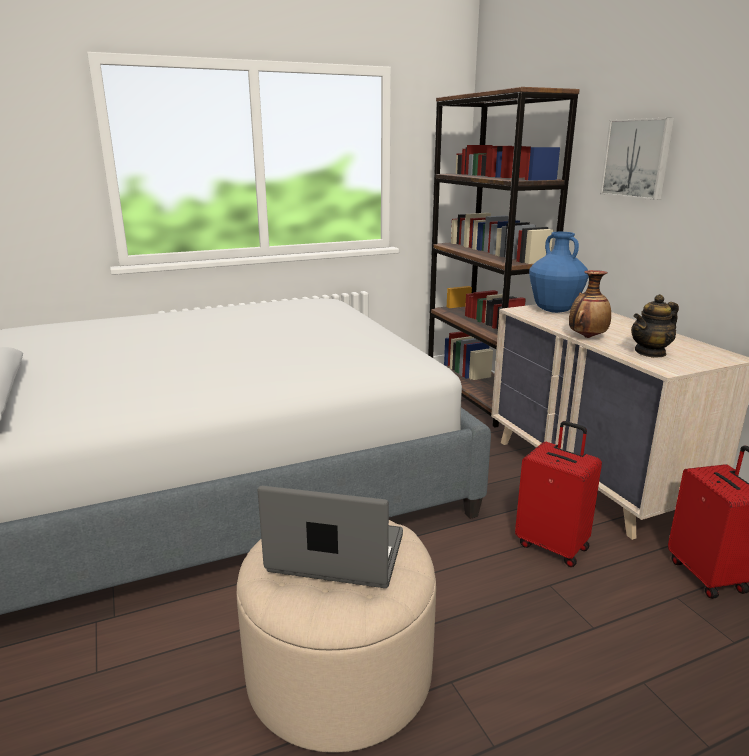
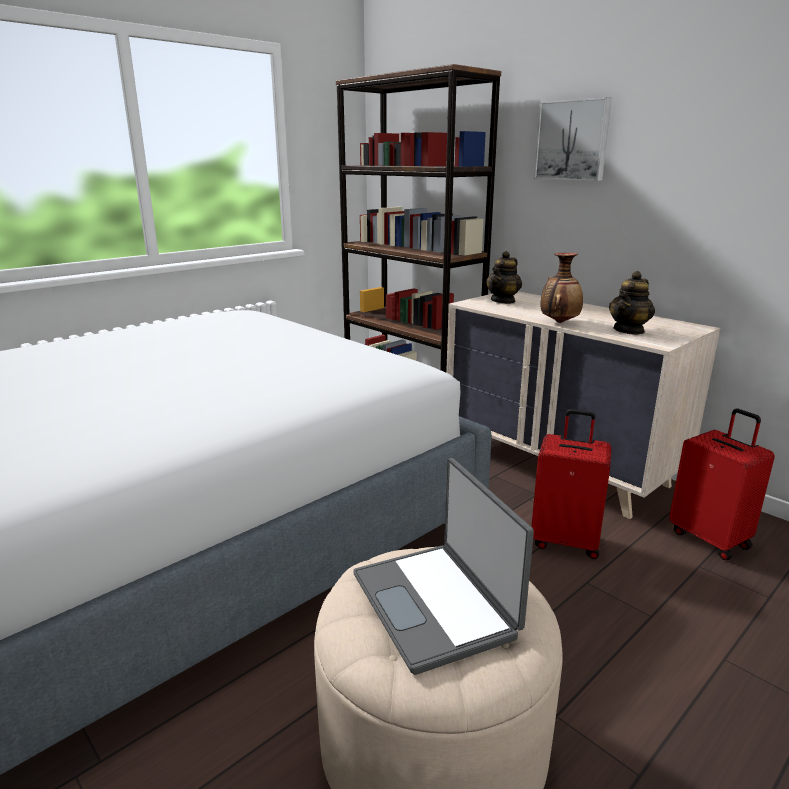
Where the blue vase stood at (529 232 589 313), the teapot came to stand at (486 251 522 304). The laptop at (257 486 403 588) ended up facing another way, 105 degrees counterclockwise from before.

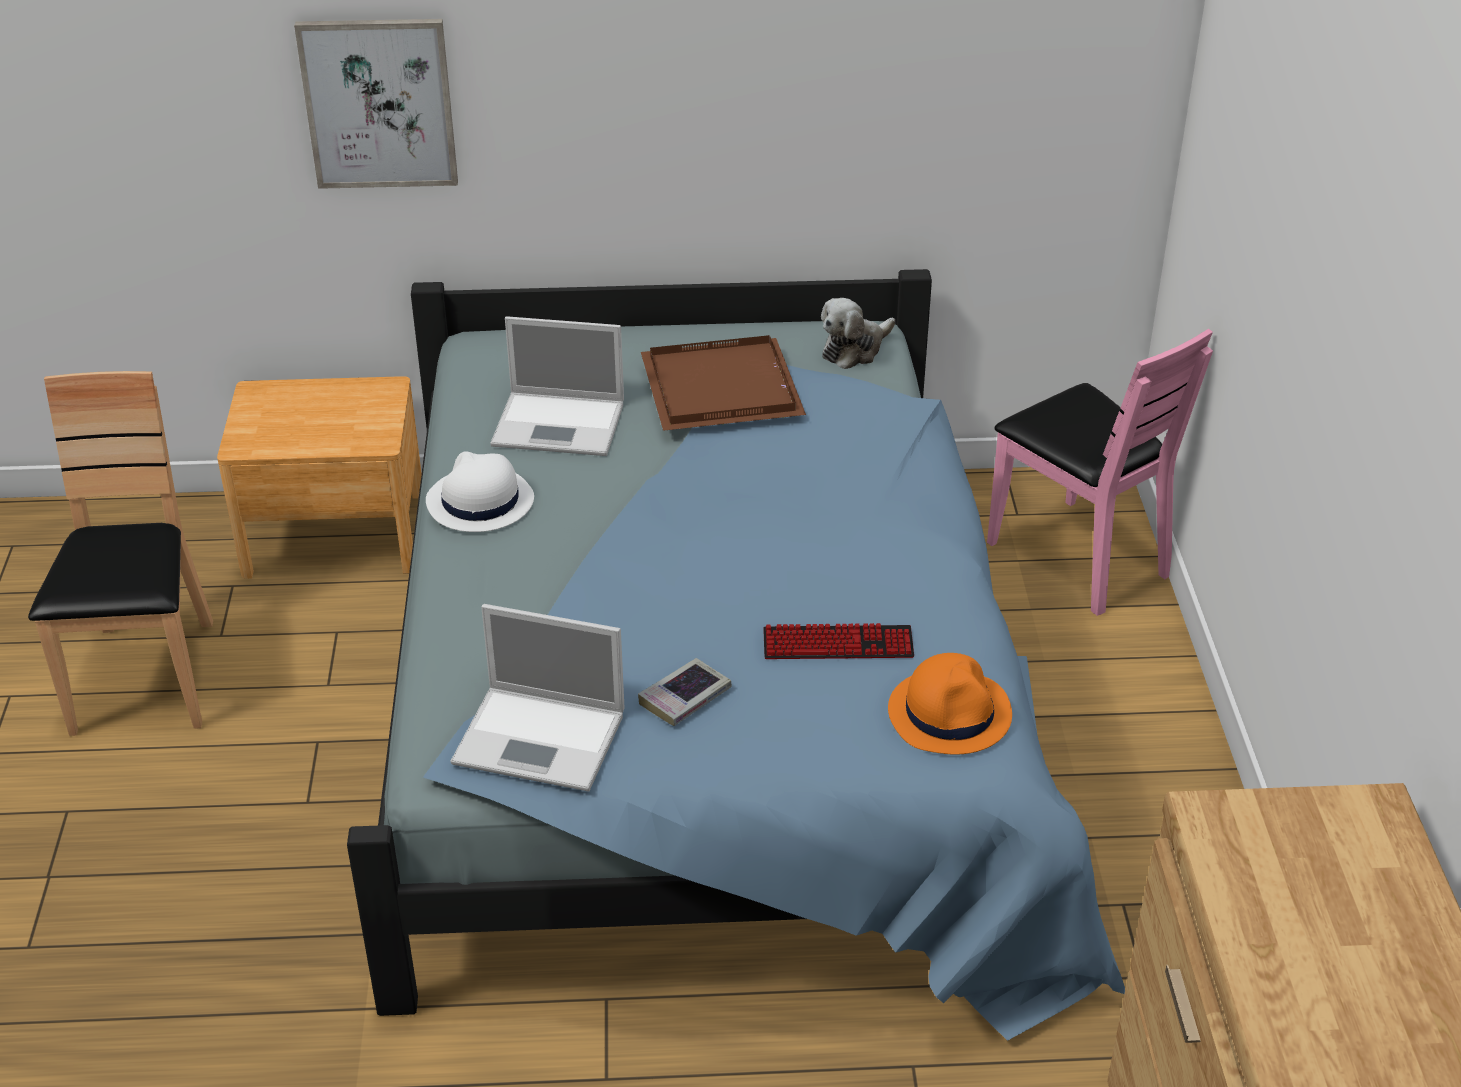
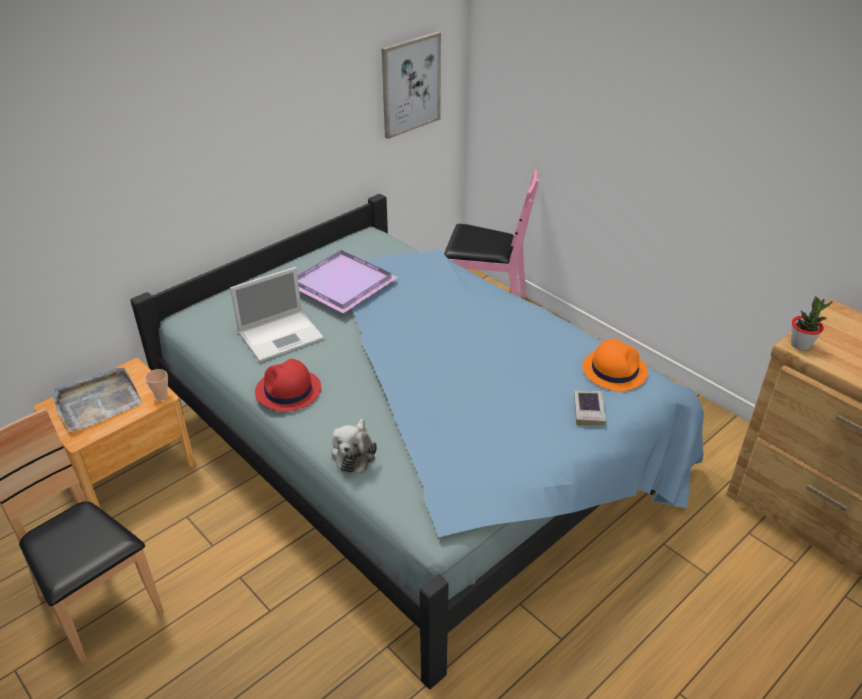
The second view lost the laptop at (451 604 625 792). The second view lost the keyboard at (763 623 914 659). The second view gained the grey tray at (52 368 142 431). The second view gained the cup at (145 369 168 401). The second view gained the potted plant at (791 296 833 350). The picture ended up elsewhere, having gone from (294 19 458 189) to (381 31 441 139). The book ended up elsewhere, having gone from (638 658 732 726) to (574 390 606 425). The plush toy ended up elsewhere, having gone from (821 298 895 369) to (331 418 377 473). What was the white hat at (426 451 534 532) turned into the red hat at (255 359 321 412). What was the brown tray at (641 335 806 431) turned into the purple tray at (297 250 398 313).

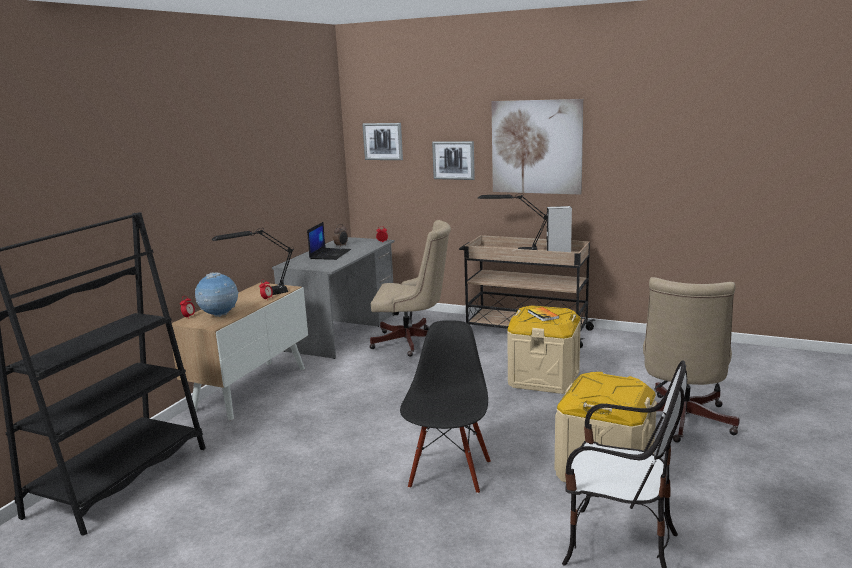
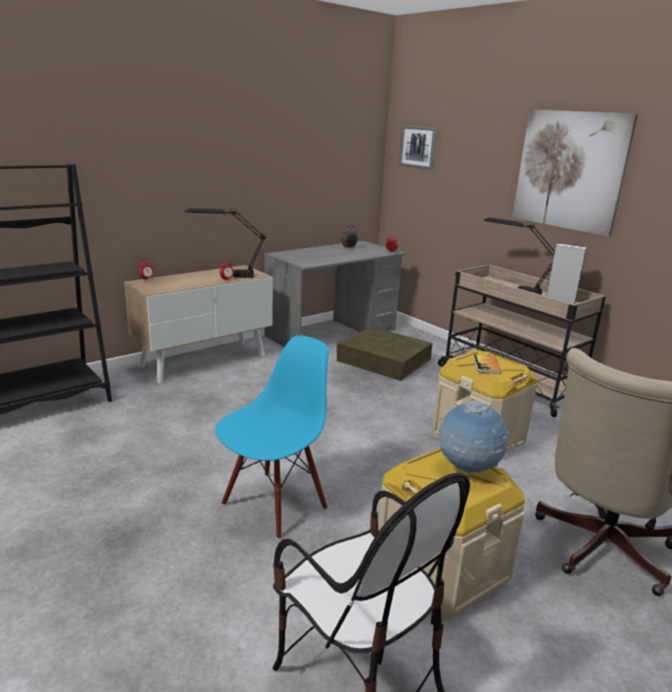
The second view lost the laptop at (307 222 351 260). The second view lost the picture at (432 141 475 180). The globe ended up elsewhere, having gone from (195 272 239 317) to (438 400 509 474). Where the beige office chair stood at (370 220 451 357), the brown storage box came to stand at (337 327 433 381). What was the black chair at (400 320 491 494) turned into the blue chair at (215 335 329 539).

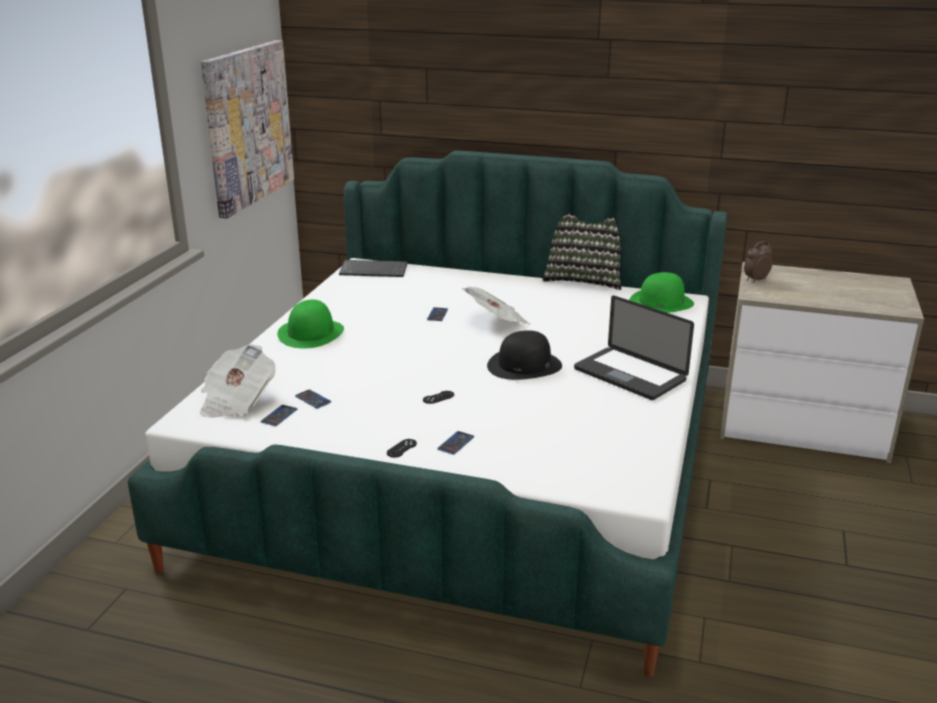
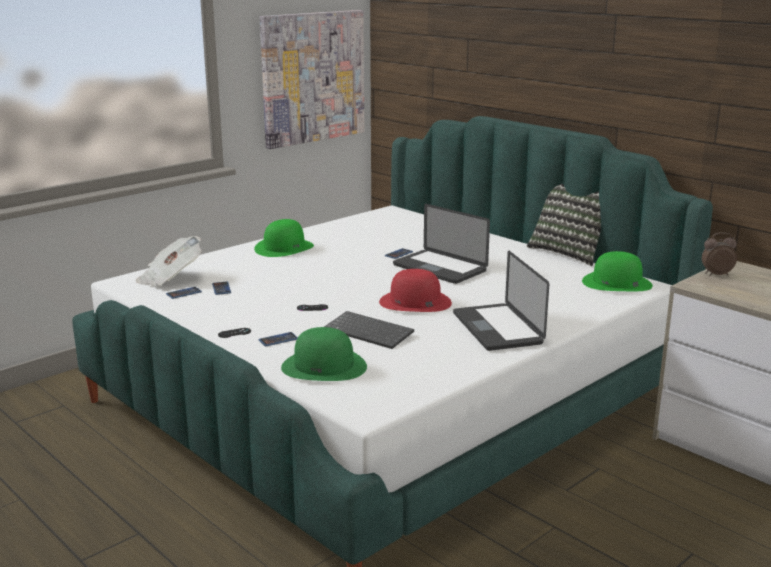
The second view gained the green hat at (281 327 367 381). The keyboard ended up elsewhere, having gone from (339 260 408 277) to (324 311 414 349). Where the newspaper stood at (462 287 530 324), the laptop came to stand at (393 204 490 284). What was the black hat at (487 330 562 380) turned into the red hat at (379 269 452 312).

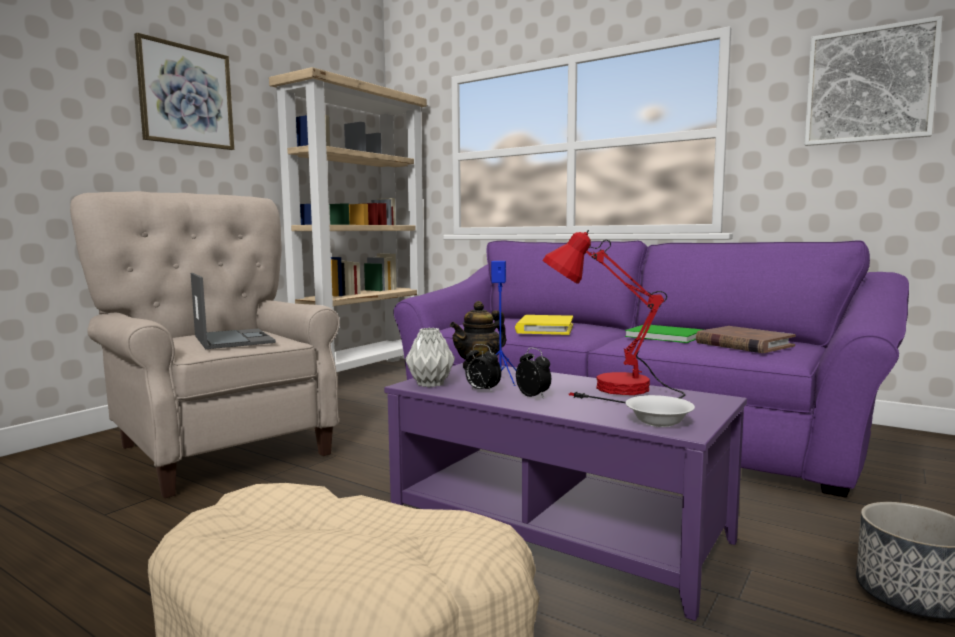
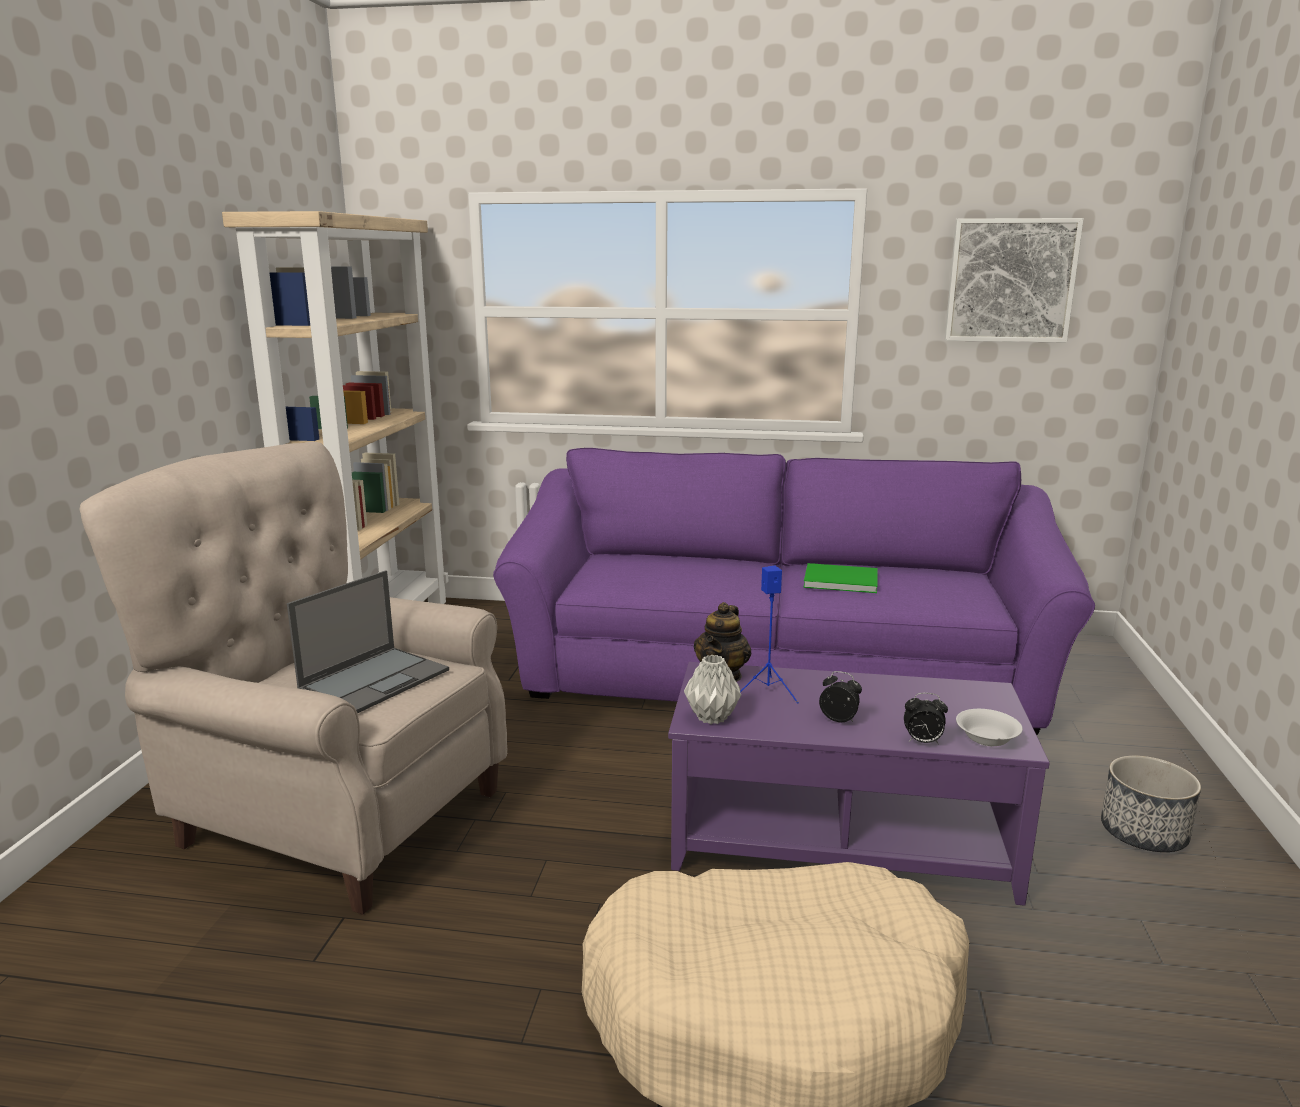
The second view lost the picture at (134 33 234 150). The second view lost the yellow book at (515 315 573 335). The second view lost the red table lamp at (543 230 685 403). The second view lost the brown book at (696 326 796 353). The alarm clock ended up elsewhere, having gone from (465 344 501 393) to (904 693 948 743). The laptop at (191 273 276 349) ended up facing another way, 90 degrees clockwise from before.

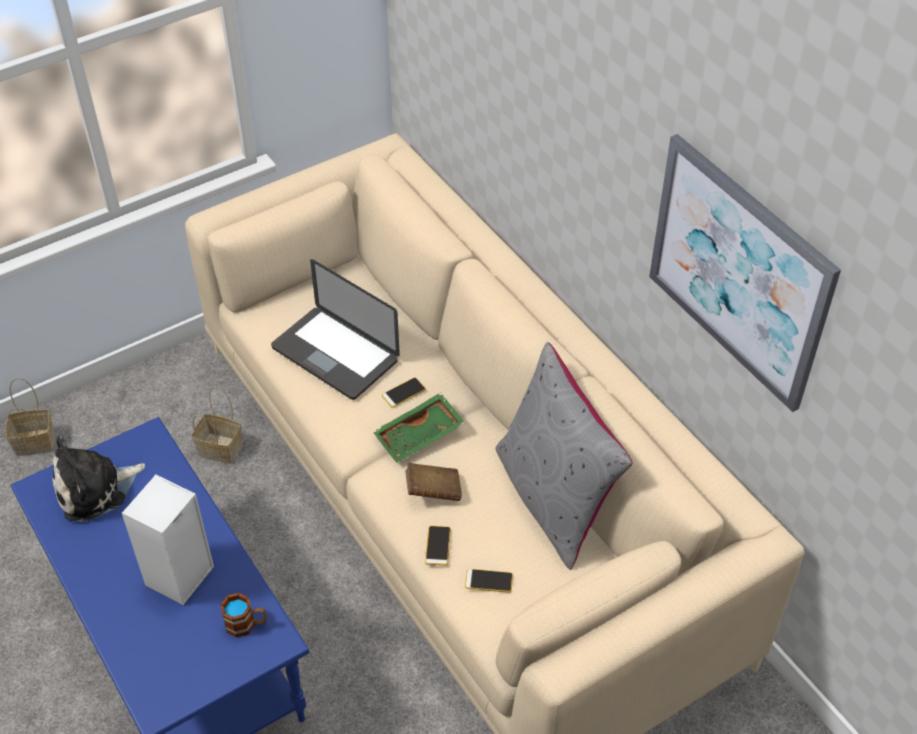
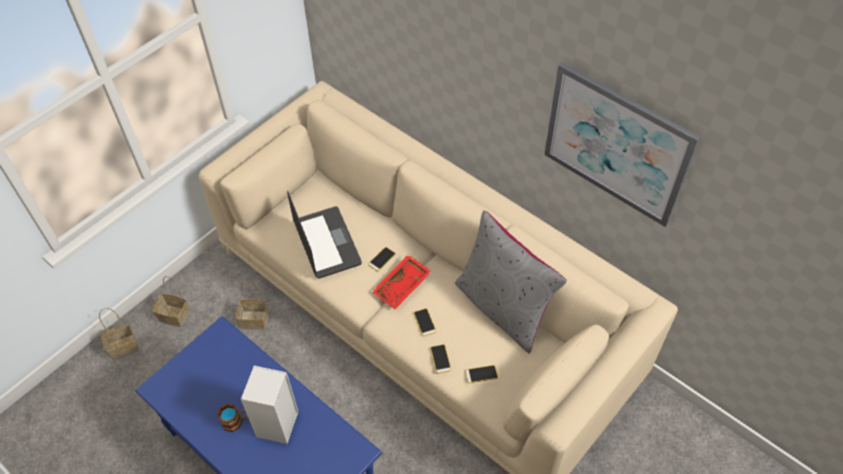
The second view lost the plush toy at (53 436 145 522). The second view gained the basket at (151 276 190 327). The mug ended up elsewhere, having gone from (220 593 267 637) to (217 404 249 432). Where the brown book stood at (405 463 462 501), the phone came to stand at (414 308 436 336). What was the green tray at (373 393 465 463) turned into the red tray at (372 255 432 309). The laptop at (271 259 400 400) ended up facing another way, 135 degrees counterclockwise from before.

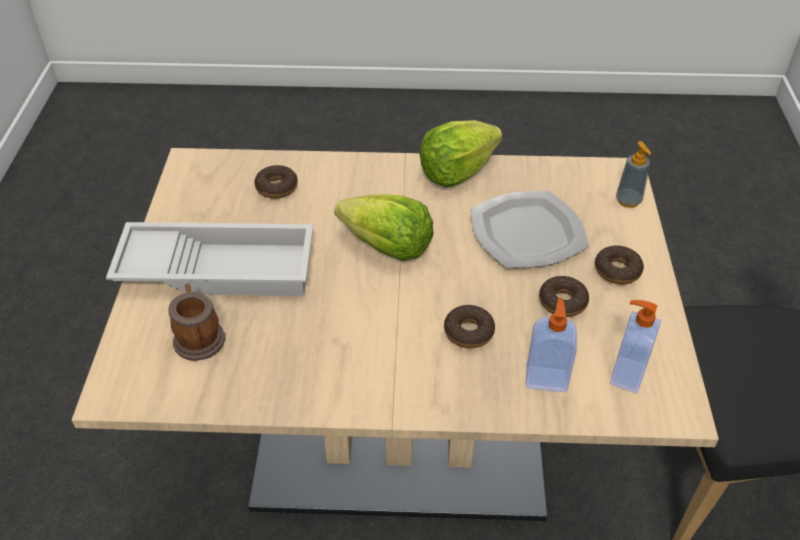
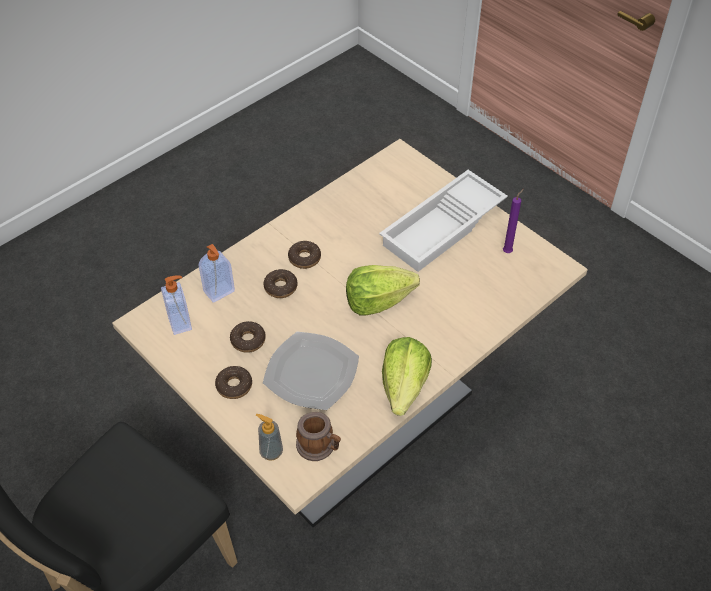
The second view gained the purple candle at (503 189 524 253). The mug ended up elsewhere, having gone from (168 283 225 361) to (296 412 341 461). The donut ended up elsewhere, having gone from (254 165 298 198) to (288 241 321 269).

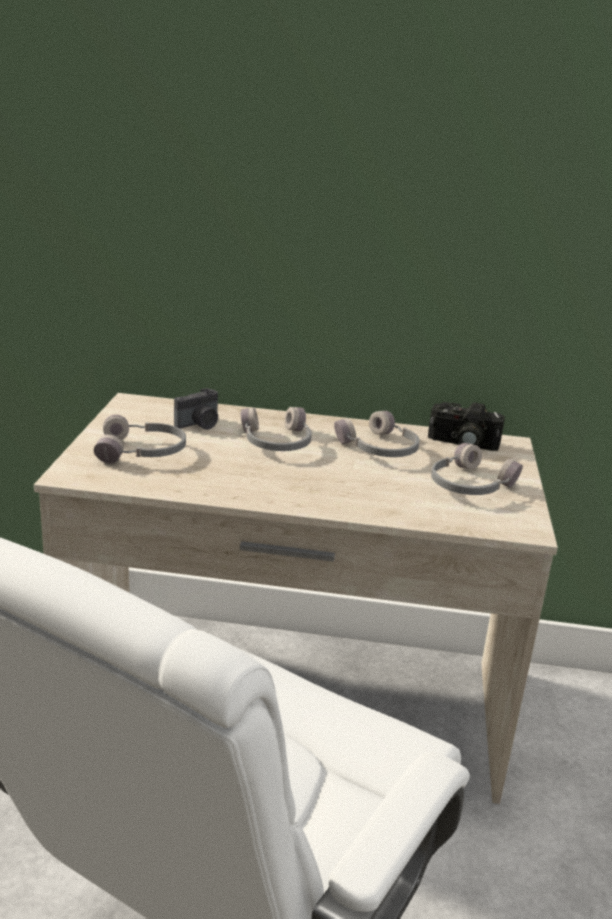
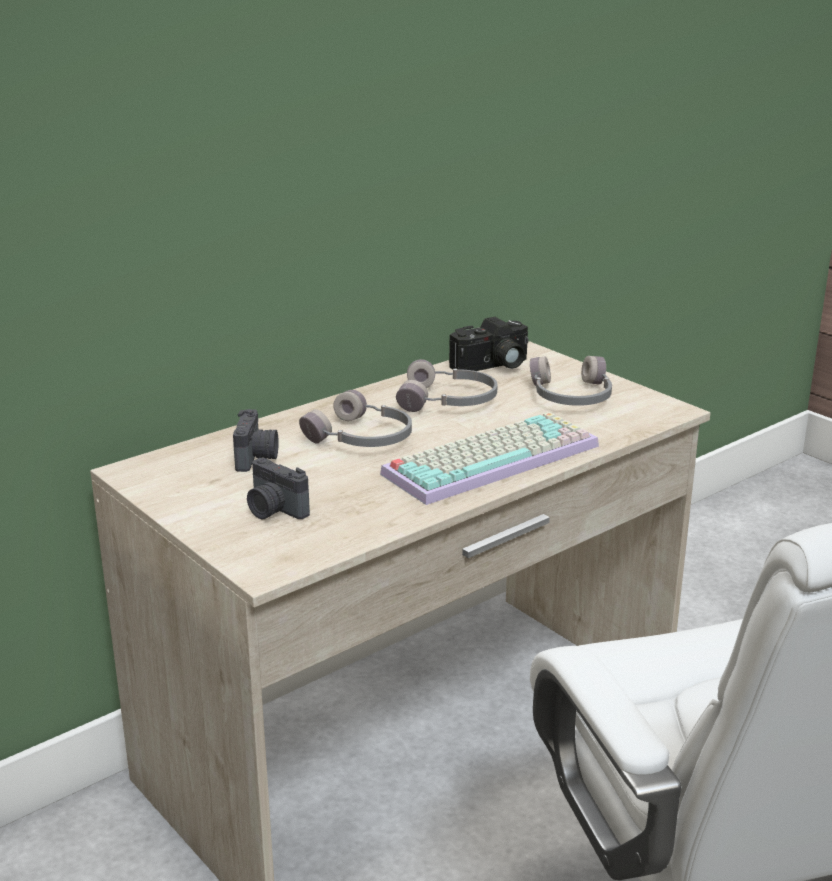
The second view gained the keyboard at (380 412 599 505). Where the grey headphones stood at (94 415 186 463), the photo camera came to stand at (247 458 310 519).

